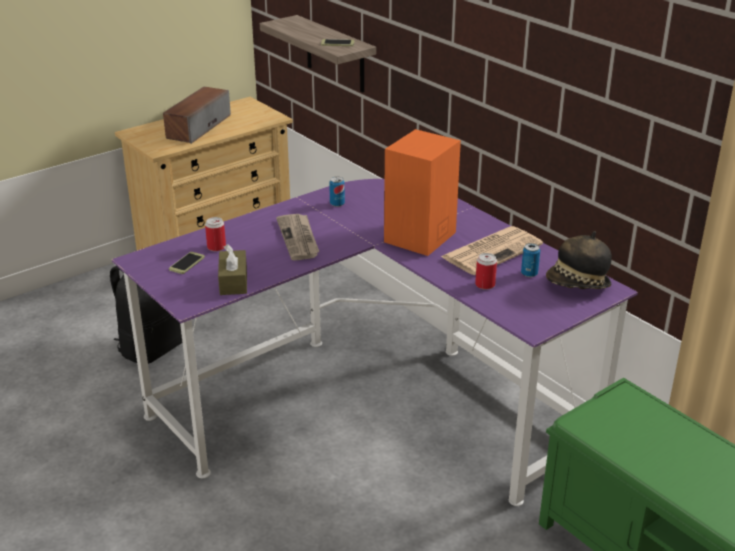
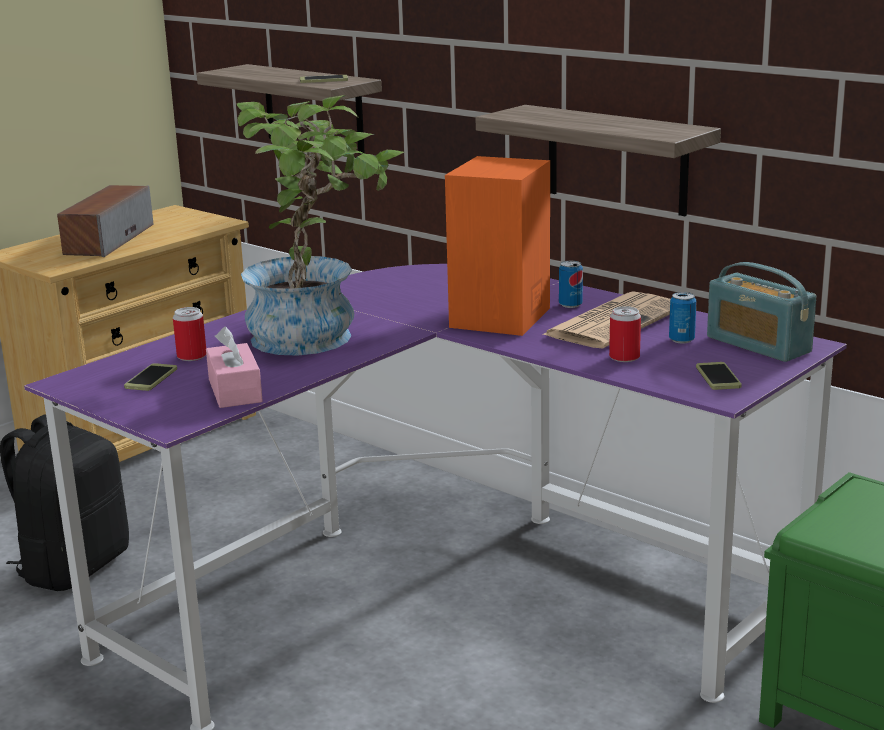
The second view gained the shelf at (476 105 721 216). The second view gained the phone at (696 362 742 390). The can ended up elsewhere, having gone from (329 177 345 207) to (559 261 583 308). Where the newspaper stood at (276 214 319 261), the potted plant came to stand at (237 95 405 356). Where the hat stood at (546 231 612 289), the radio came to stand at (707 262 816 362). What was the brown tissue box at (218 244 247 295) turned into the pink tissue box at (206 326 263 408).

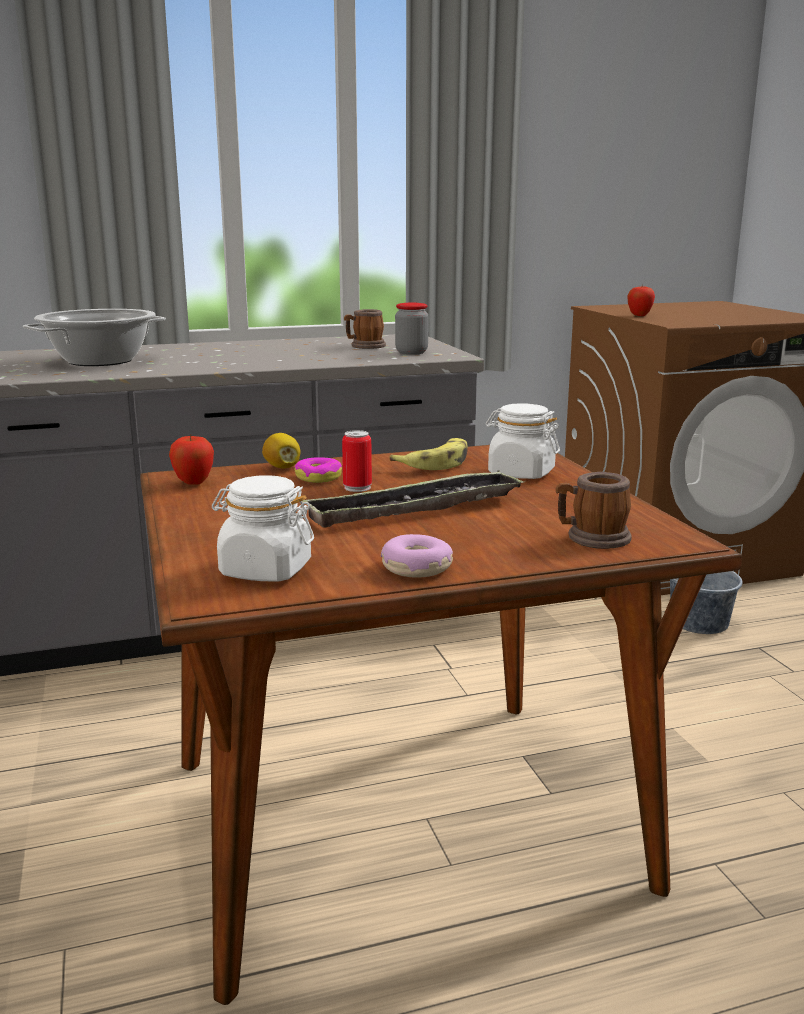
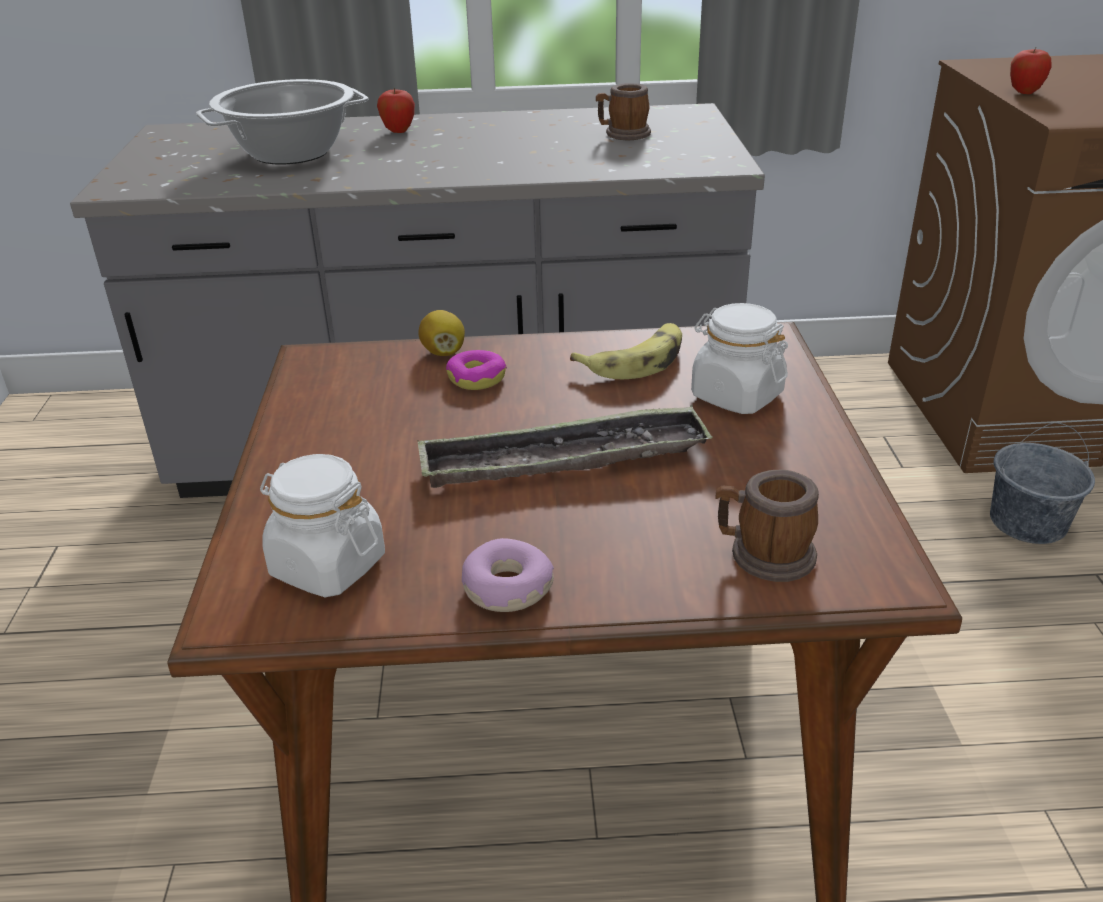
The second view lost the can at (342 430 372 492). The second view lost the jar at (395 303 429 355). The apple ended up elsewhere, having gone from (169 434 214 485) to (377 88 415 133).

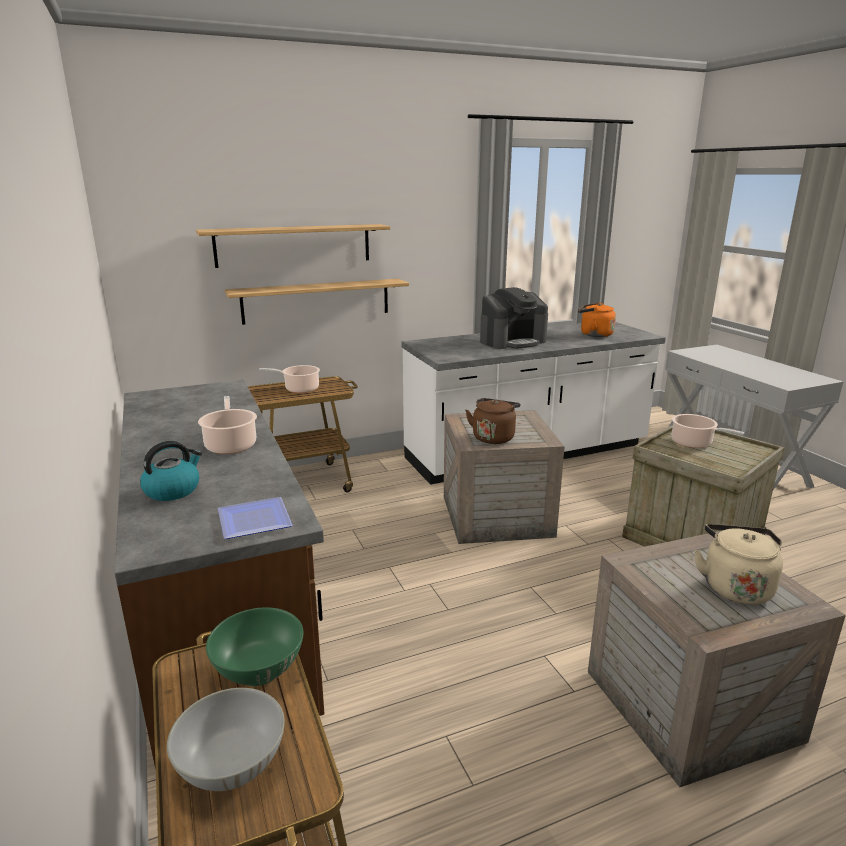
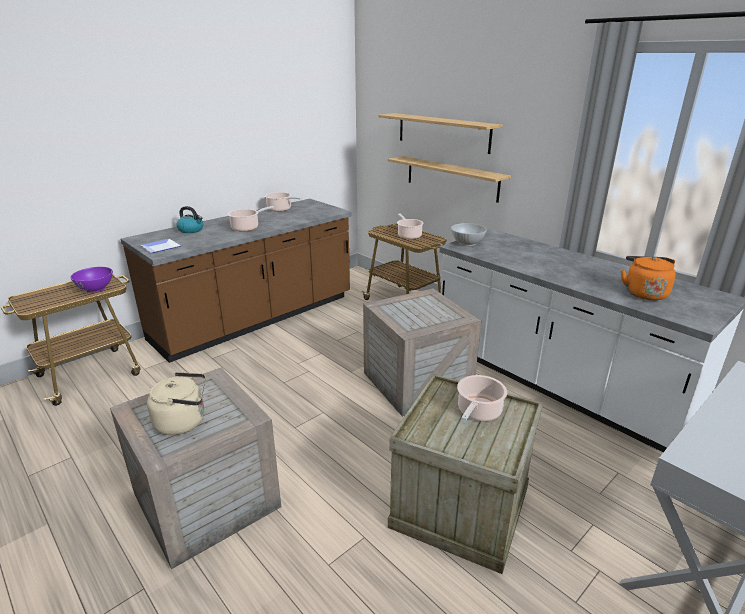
The second view lost the brown kettle at (465 398 521 444). The second view lost the coffee machine at (480 287 548 349). The second view gained the cooking pot at (265 192 302 212). The white bowl ended up elsewhere, having gone from (167 688 284 791) to (451 223 487 246). What was the green bowl at (206 607 303 686) turned into the purple bowl at (71 267 113 293).

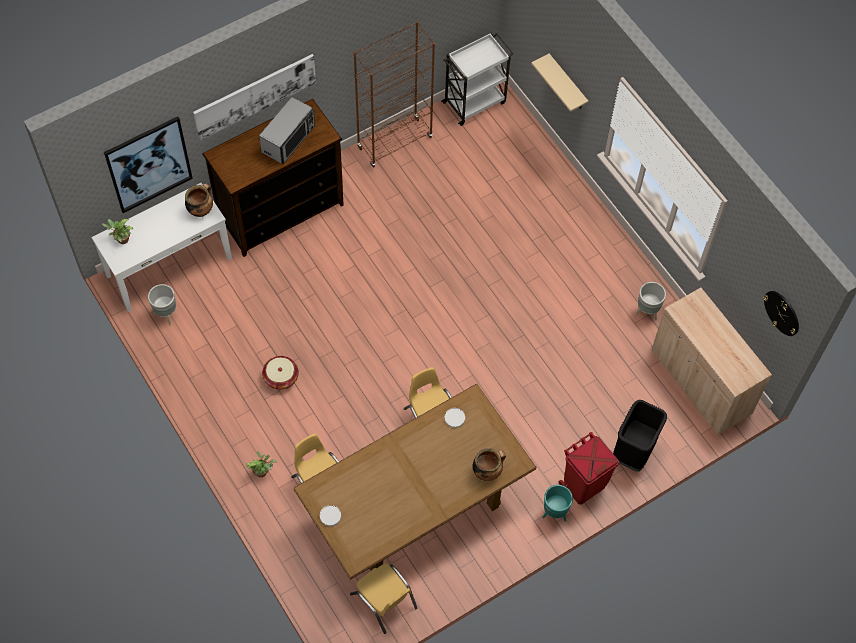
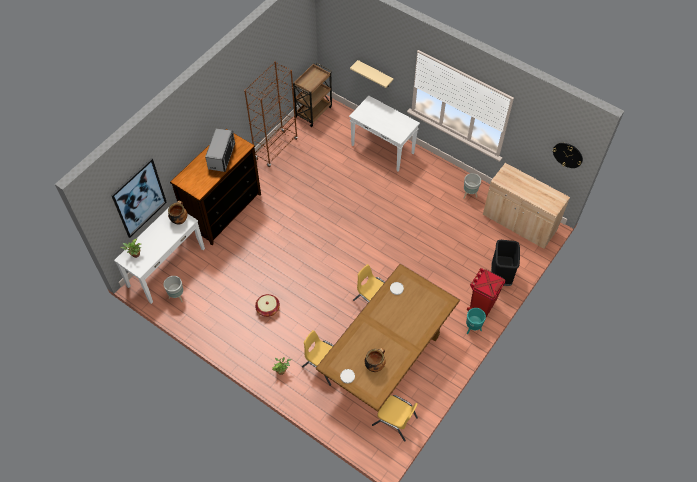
The second view lost the picture at (193 54 316 140). The second view gained the white console table at (349 96 420 171). The cooking pot ended up elsewhere, having gone from (473 448 506 481) to (365 348 386 372). What was the white cart at (441 32 514 126) turned into the brown cart at (293 63 332 127).

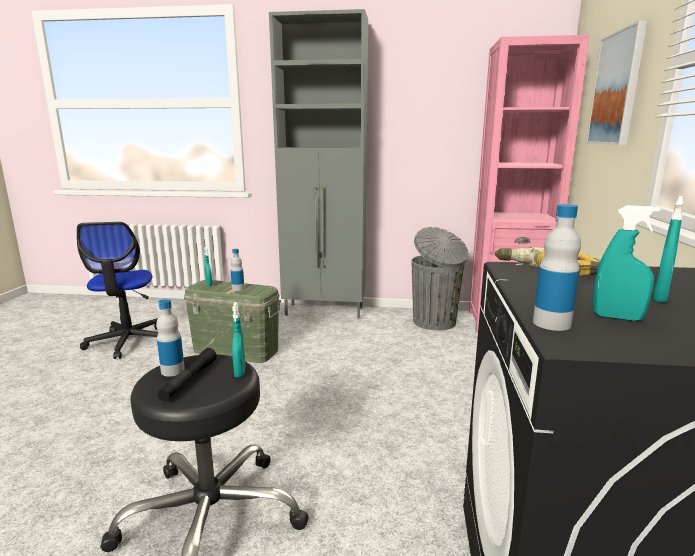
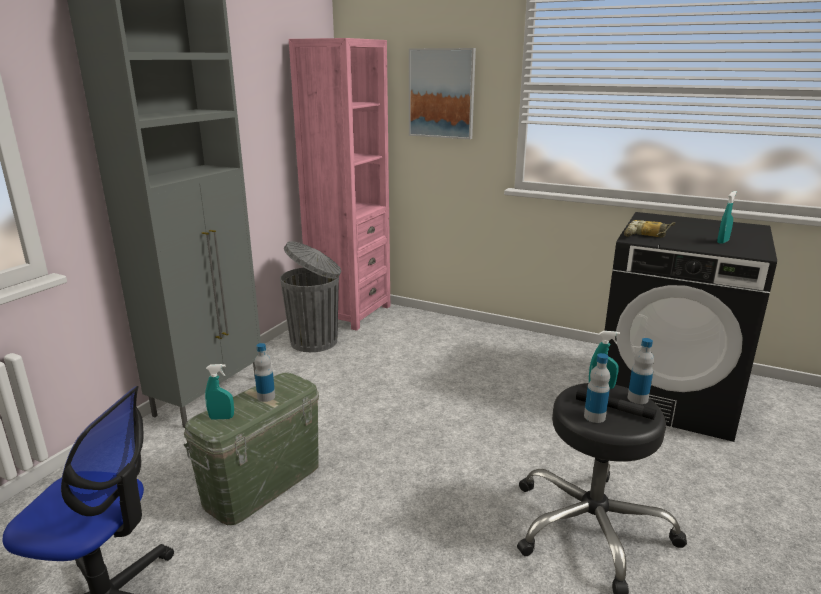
The second view lost the turquoise spray bottle at (653 196 684 303). The bottle ended up elsewhere, having gone from (533 204 581 331) to (627 338 654 404).

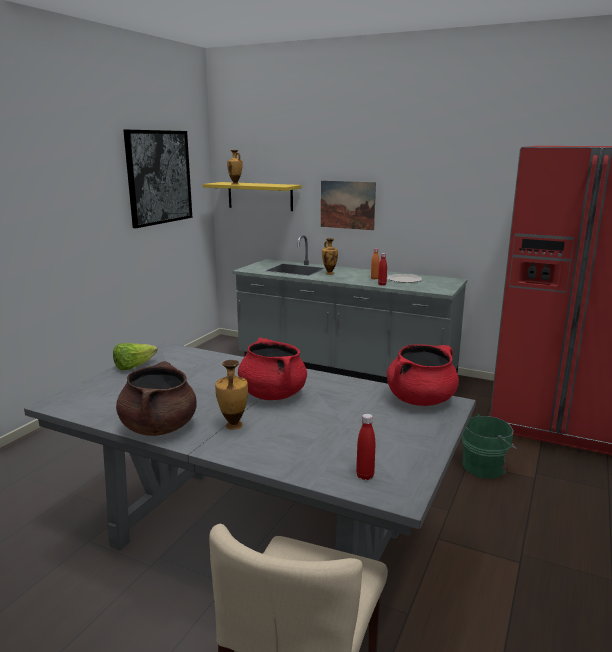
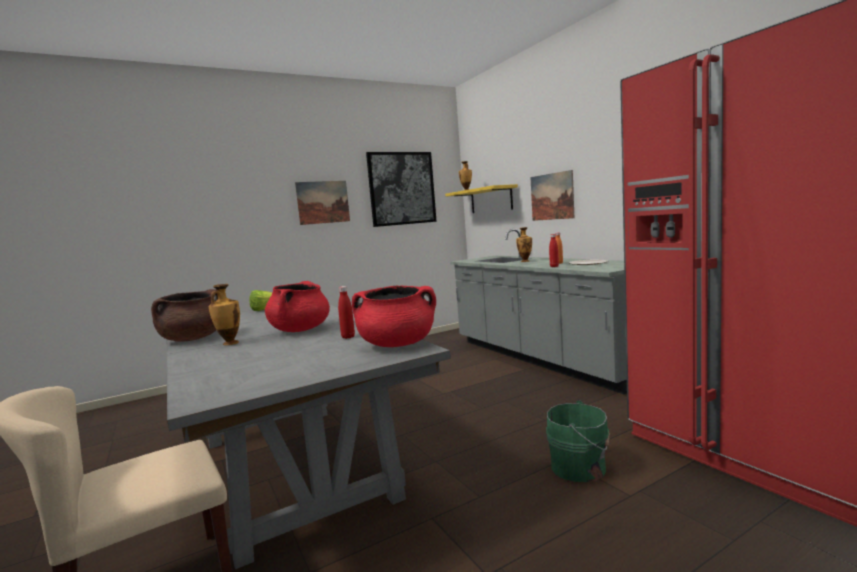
The second view gained the picture at (295 181 350 225). The red bottle ended up elsewhere, having gone from (356 414 375 480) to (338 286 355 339).

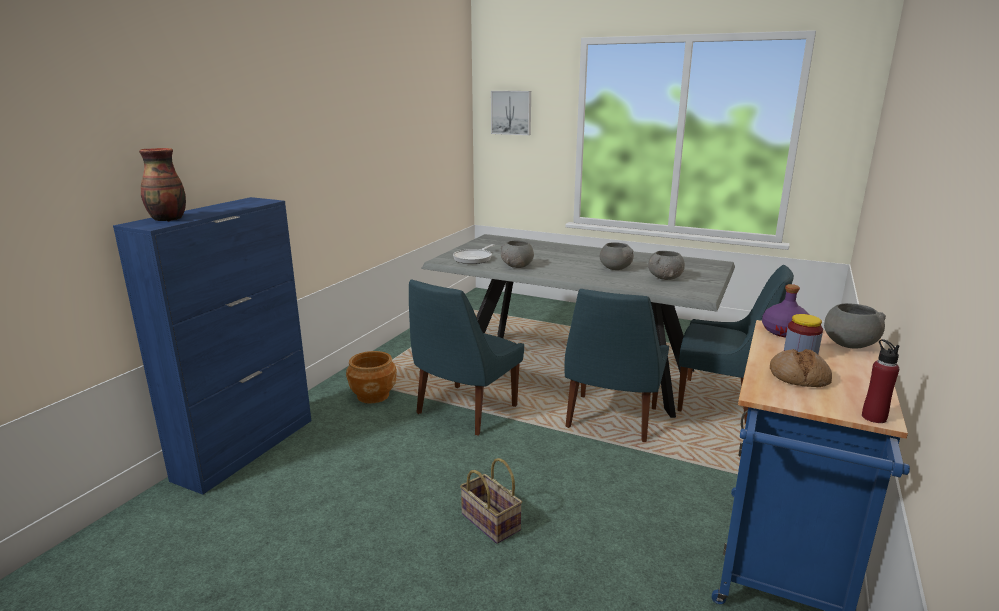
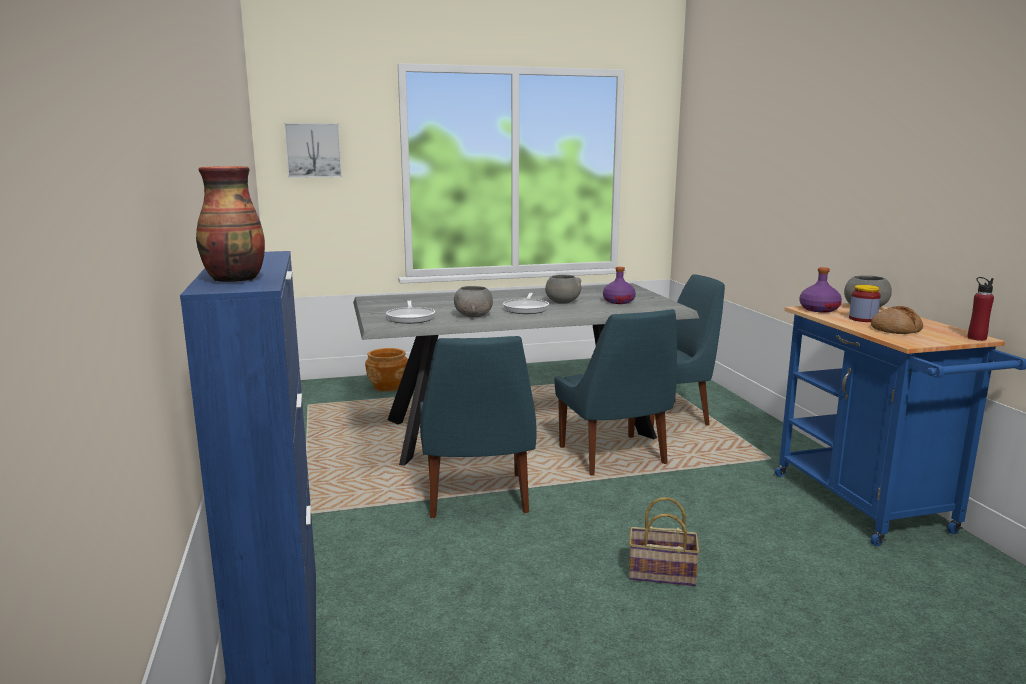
The second view gained the frying pan at (503 293 549 314). The brown planter ended up elsewhere, having gone from (346 351 397 404) to (365 348 408 392). Where the grey bowl stood at (648 251 685 280), the purple bottle came to stand at (603 267 636 304).

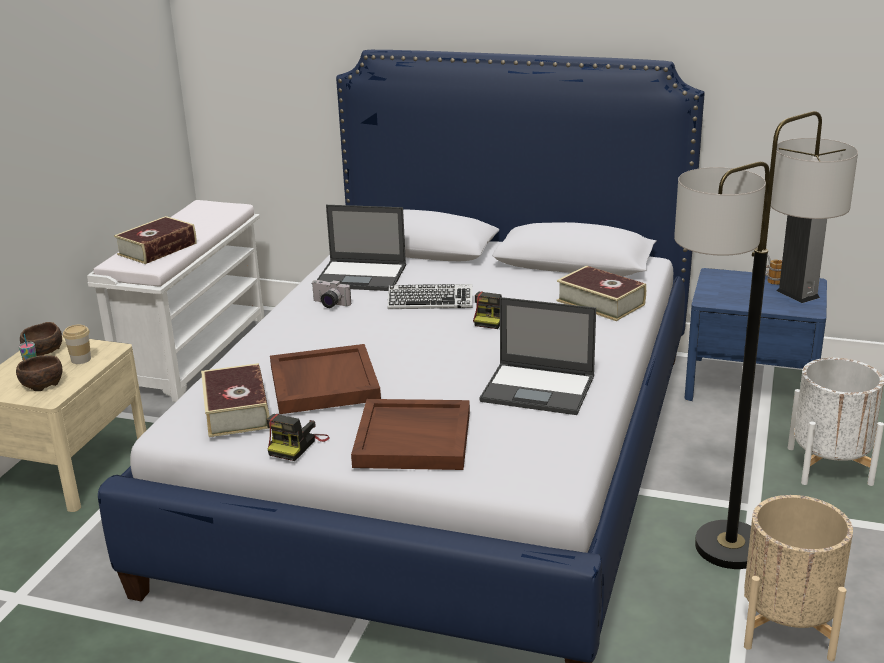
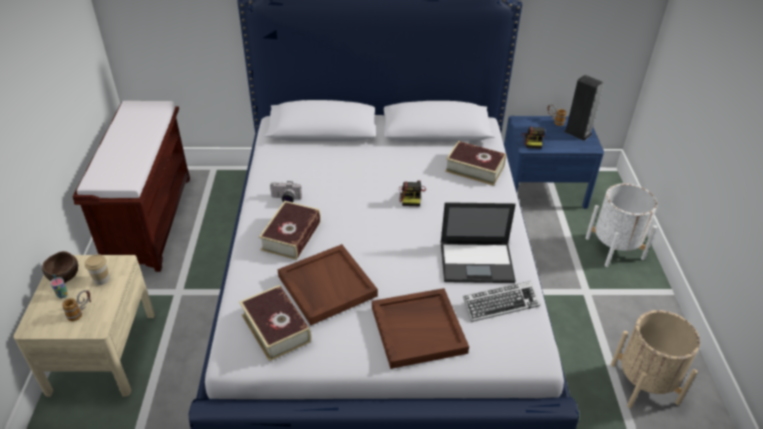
The second view lost the laptop at (317 205 406 291). The second view lost the floor lamp at (674 111 858 569). The book ended up elsewhere, having gone from (114 216 197 264) to (259 201 321 260). The photo camera ended up elsewhere, having gone from (266 414 329 461) to (521 127 545 149). The keyboard ended up elsewhere, having gone from (387 284 473 309) to (463 281 540 322). Where the brown bowl stood at (16 355 63 391), the mug came to stand at (62 290 91 321). What was the white bench at (87 200 265 402) turned into the brown bench at (73 101 190 272).

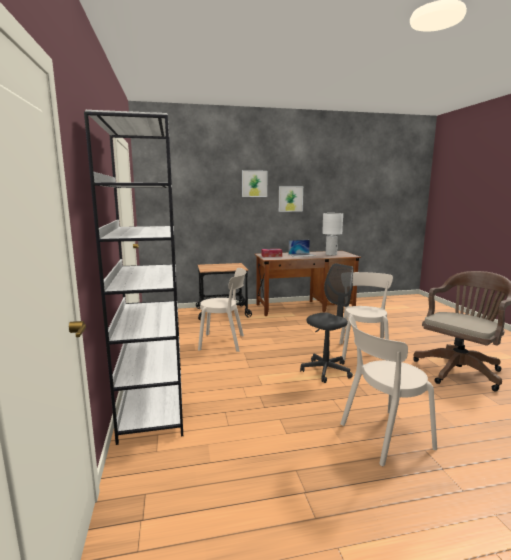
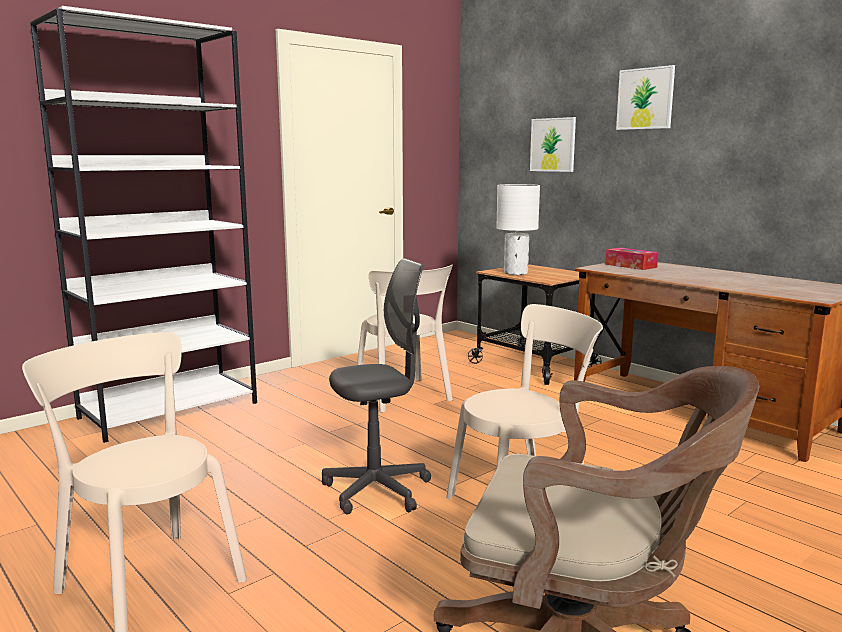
The second view lost the laptop at (288 240 315 257). The picture ended up elsewhere, having gone from (279 186 303 212) to (530 117 576 172). The white table lamp ended up elsewhere, having gone from (322 213 343 255) to (496 184 540 275). The grey office chair at (300 263 353 383) ended up facing another way, 45 degrees counterclockwise from before.

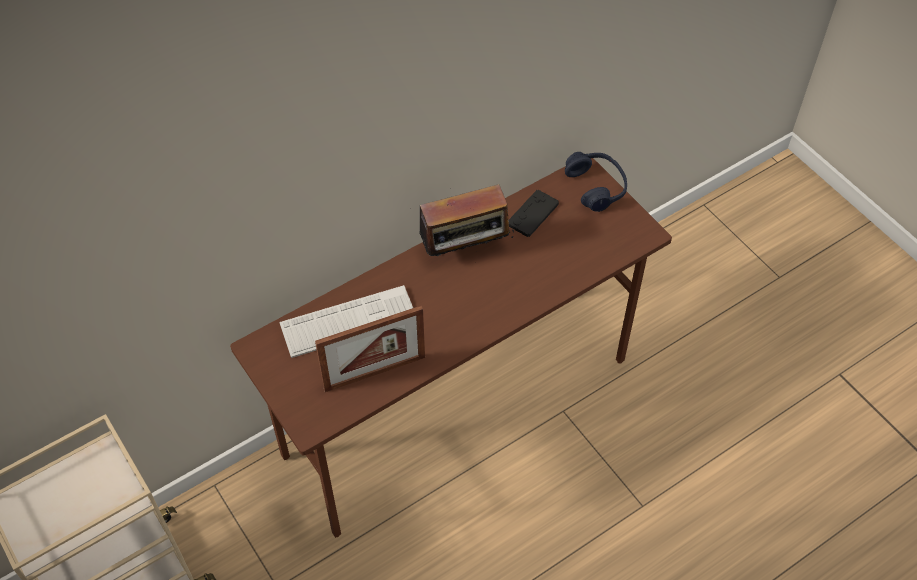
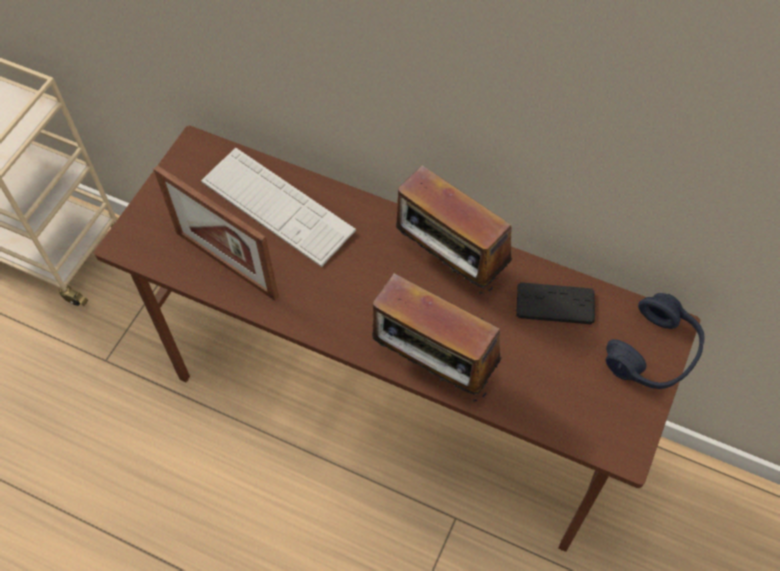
The second view gained the radio at (372 273 502 402).

